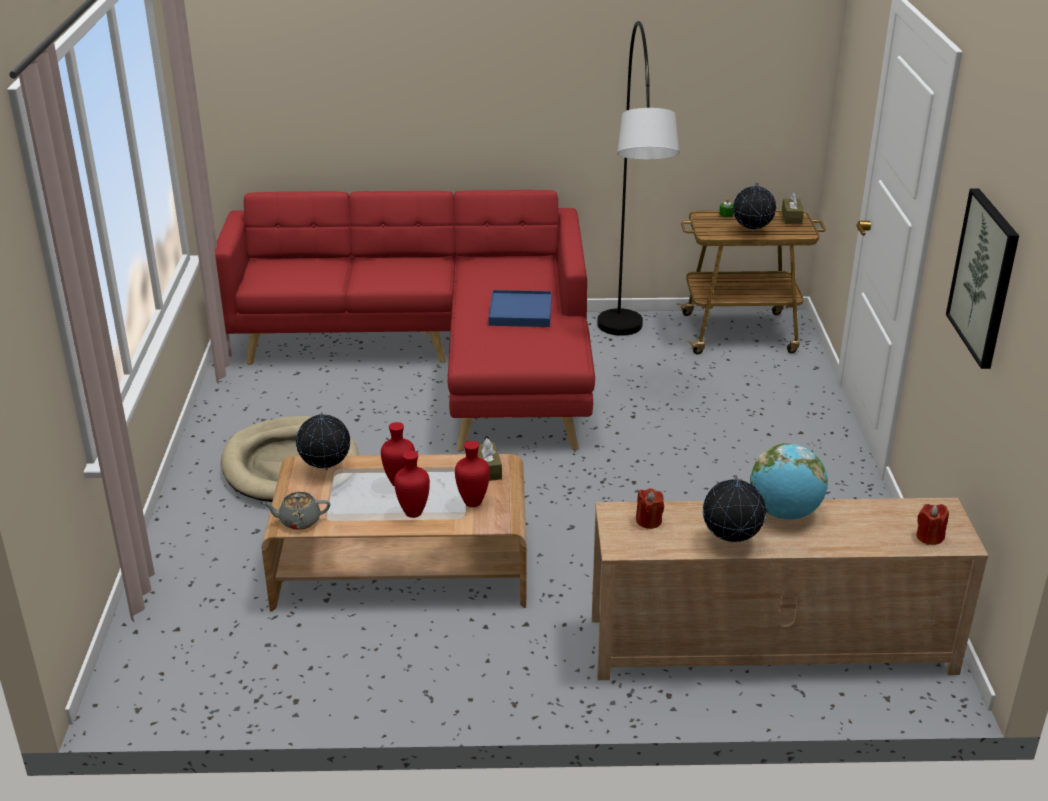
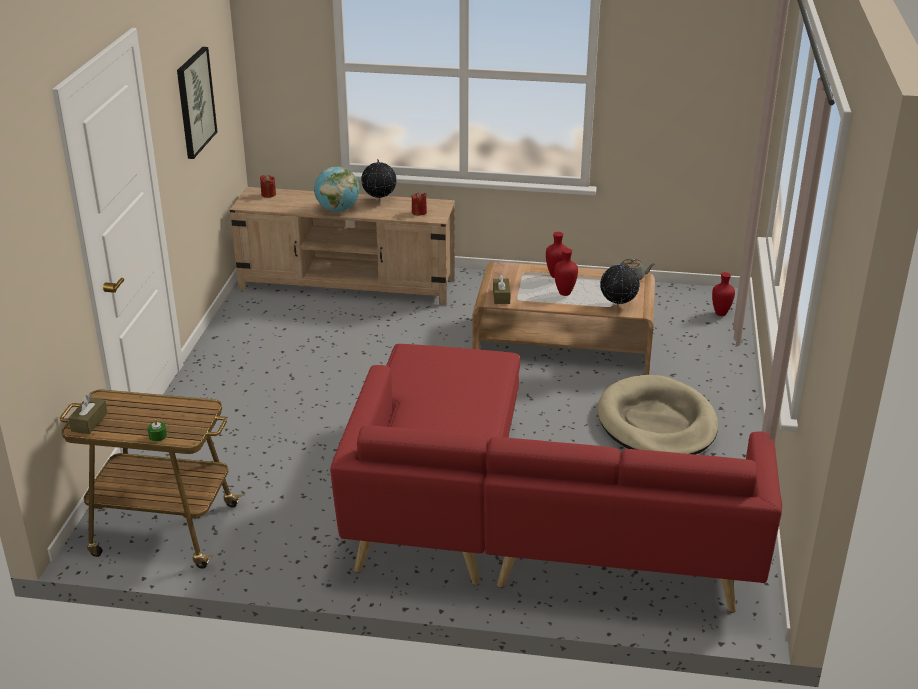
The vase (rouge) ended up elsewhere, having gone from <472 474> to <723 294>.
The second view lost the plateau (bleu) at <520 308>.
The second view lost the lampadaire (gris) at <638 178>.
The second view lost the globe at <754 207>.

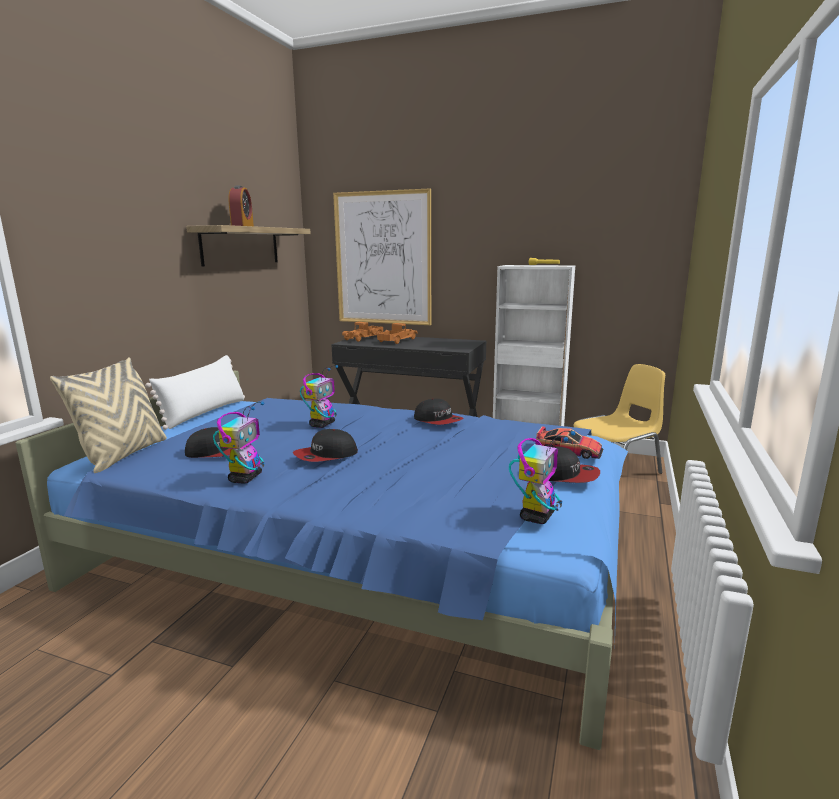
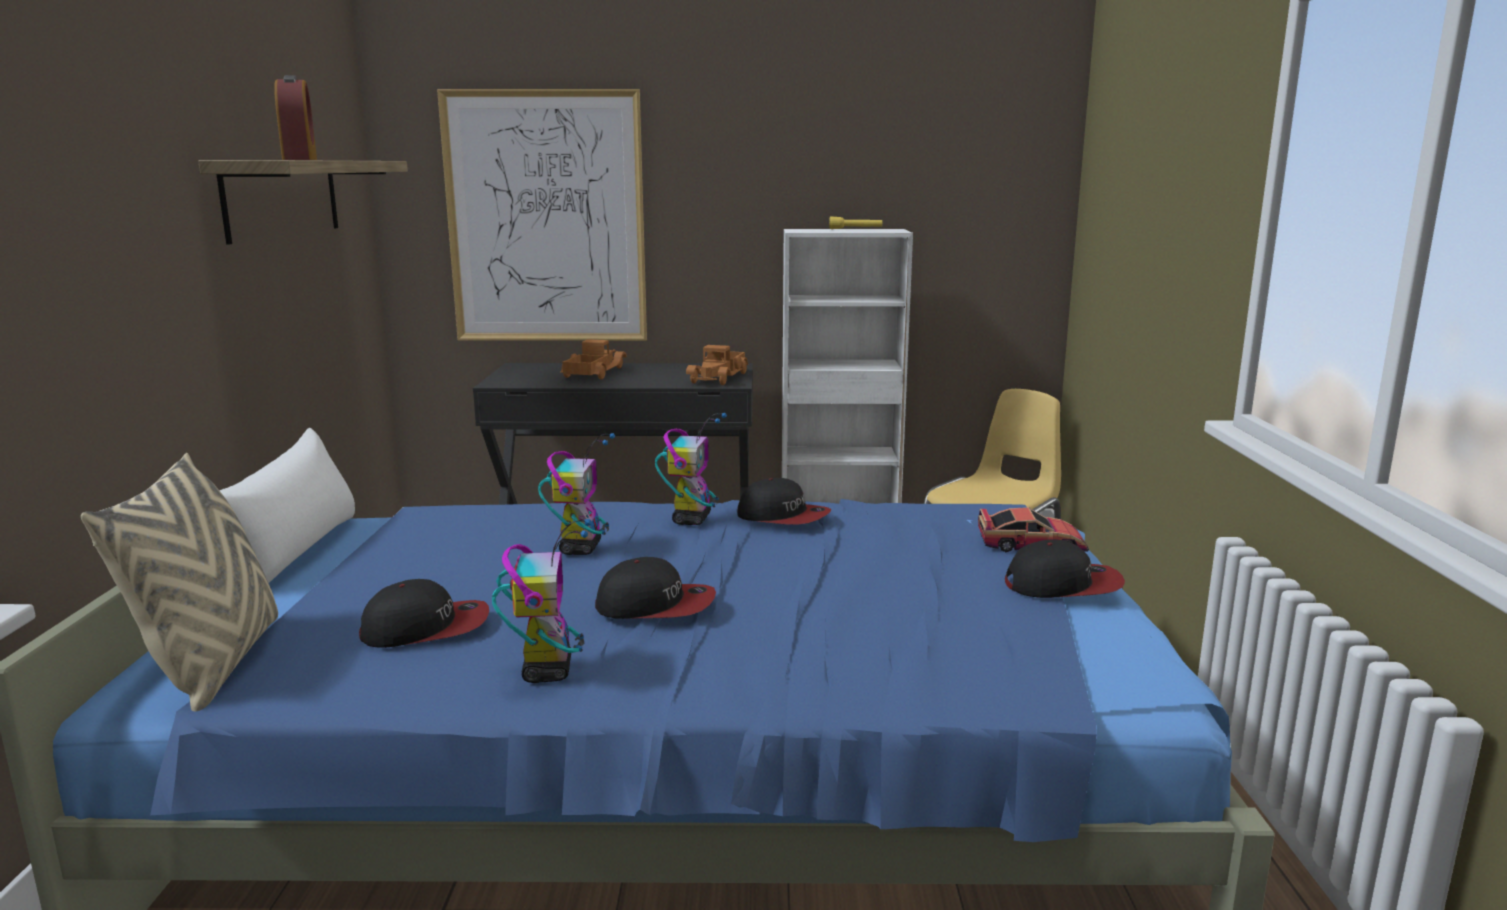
The casquette at <325 445> ended up facing another way, 120 degrees counterclockwise from before.
The camion jouet ended up elsewhere, having gone from <362 332> to <717 365>.
The robot jouet ended up elsewhere, having gone from <542 477> to <691 469>.

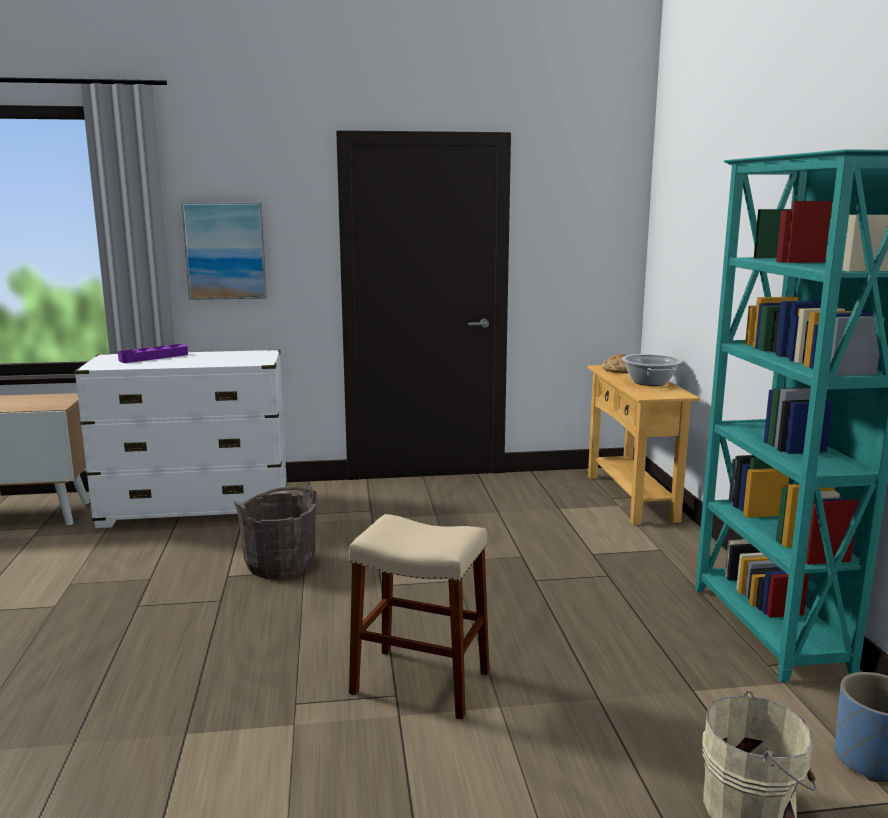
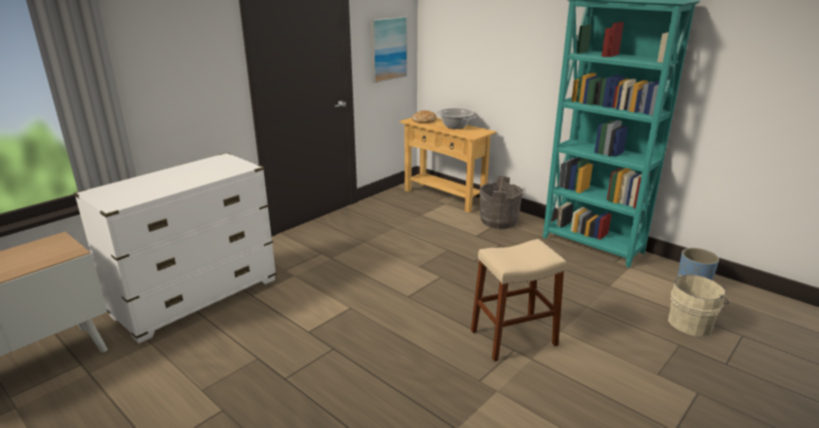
The second view lost the plateau (violet) at <153 353>.
The tableau ended up elsewhere, having gone from <224 251> to <388 49>.
The seau (gris) ended up elsewhere, having gone from <275 532> to <501 202>.

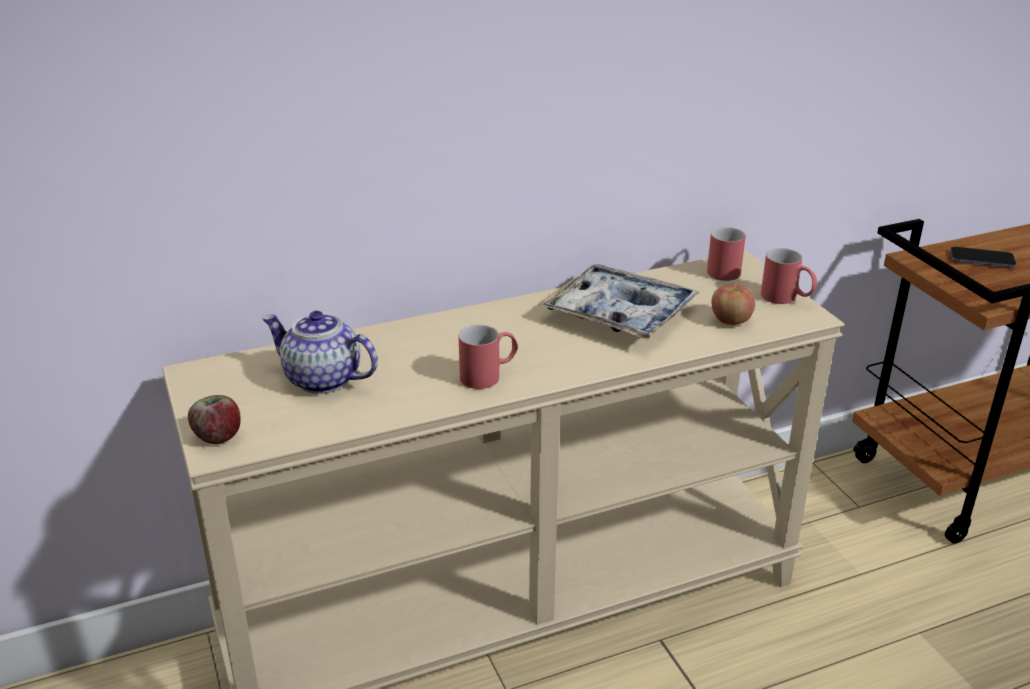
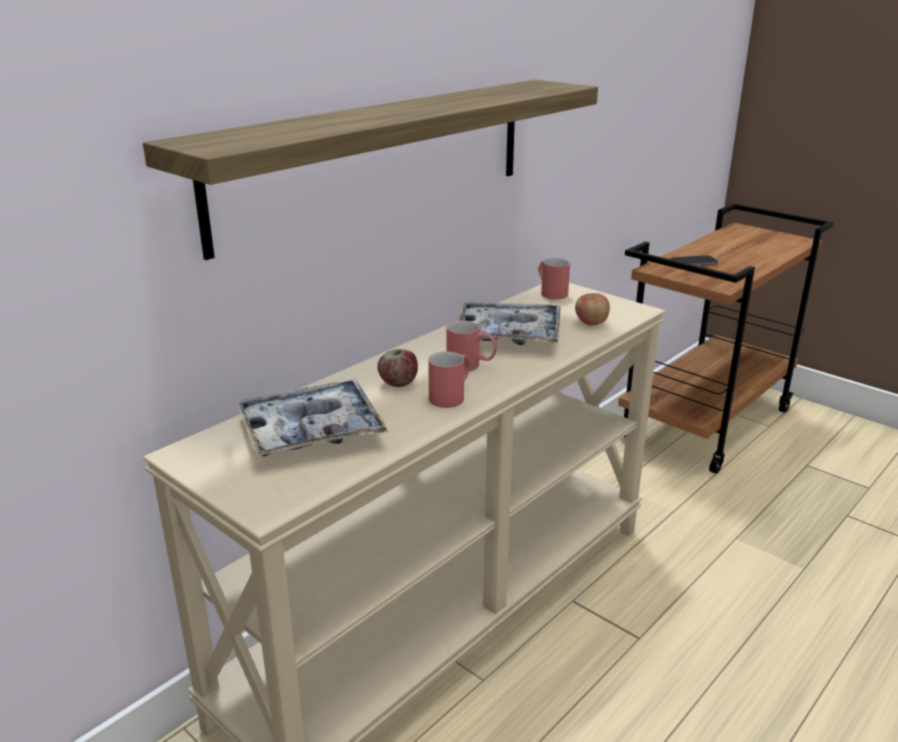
The pomme ended up elsewhere, having gone from <214 419> to <397 368>.
Where the théière stood at <320 352>, the plateau came to stand at <313 418>.
The mug (rouge) ended up elsewhere, having gone from <789 276> to <472 346>.
The second view gained the étagère at <370 170>.

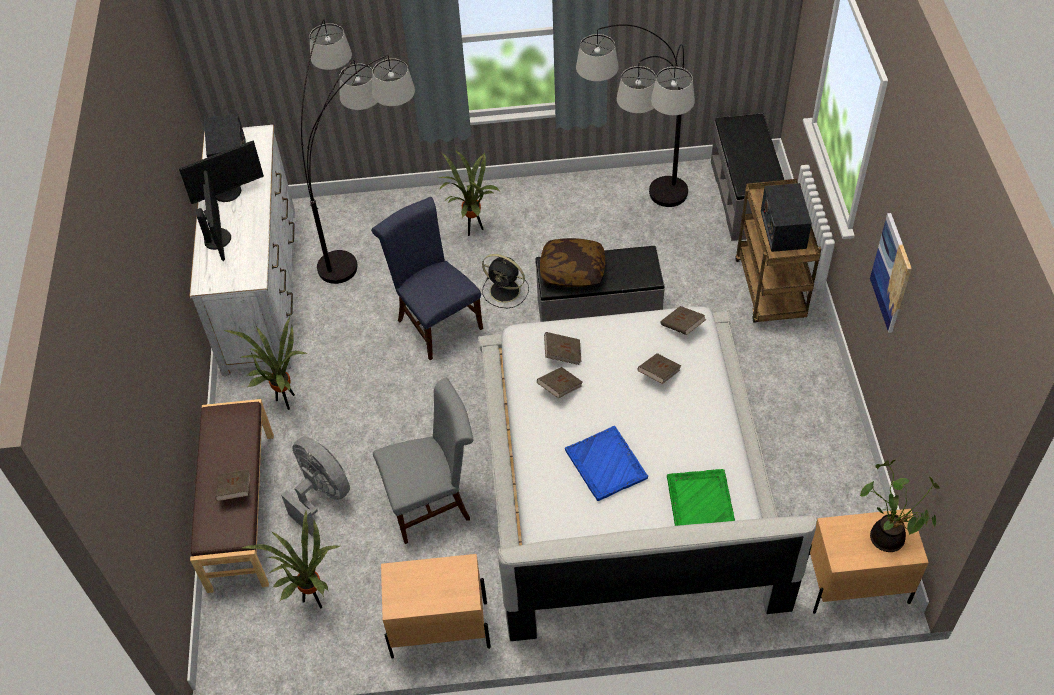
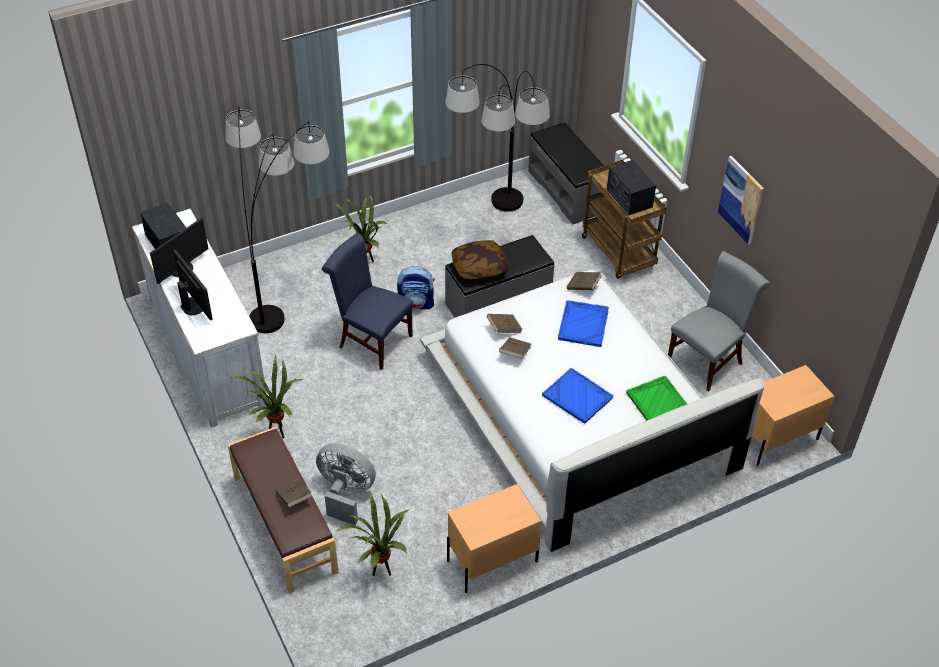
The chaise (gris) ended up elsewhere, having gone from <423 461> to <719 321>.
Where the ventilateur (noir) stood at <505 281>, the sac à dos came to stand at <416 288>.
Where the livre (marron) stood at <659 368>, the plateau (bleu) came to stand at <583 323>.
The second view lost the plante en pot at <900 506>.

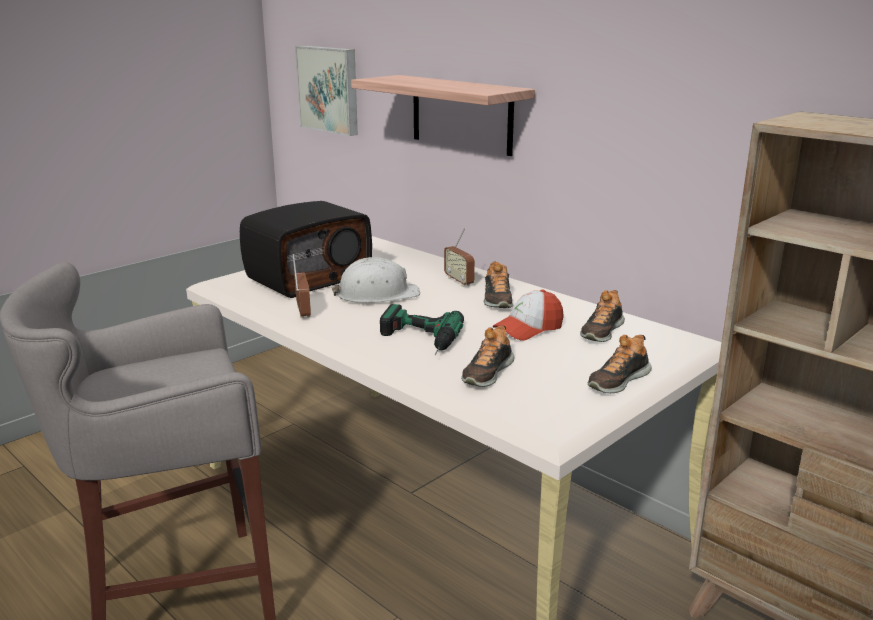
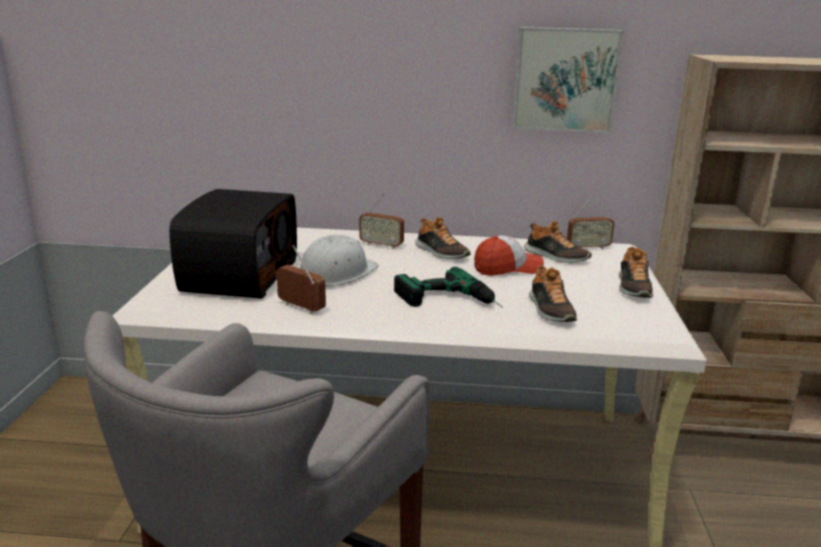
The tableau ended up elsewhere, having gone from <326 90> to <568 80>.
The second view lost the étagère at <443 115>.
The casquette at <528 315> ended up facing another way, 120 degrees counterclockwise from before.
The chaussure at <602 316> ended up facing another way, 45 degrees counterclockwise from before.
The second view gained the radio at <591 222>.

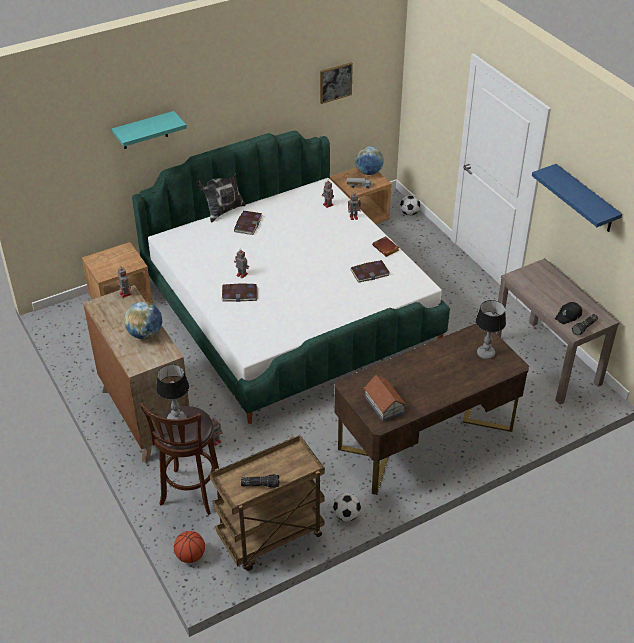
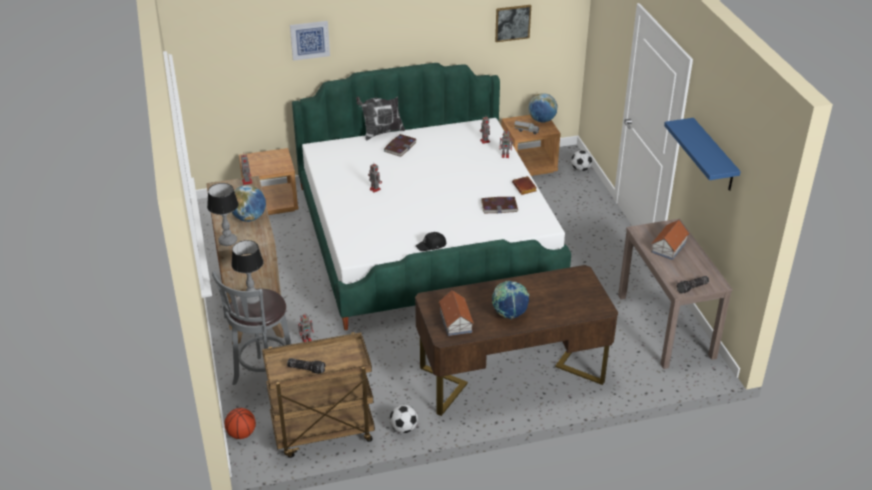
Where the étagère (turquoise) hung at <149 130>, the tableau came to hang at <310 41>.
What was the tabouret (marron) at <179 459> turned into the tabouret (gris) at <251 328>.
The second view lost the livre at <240 292>.
The lampe de table ended up elsewhere, having gone from <490 329> to <223 214>.
The casquette (noir) ended up elsewhere, having gone from <568 313> to <431 241>.
The second view gained the globe at <511 300>.
The second view gained the maison miniature at <670 240>.

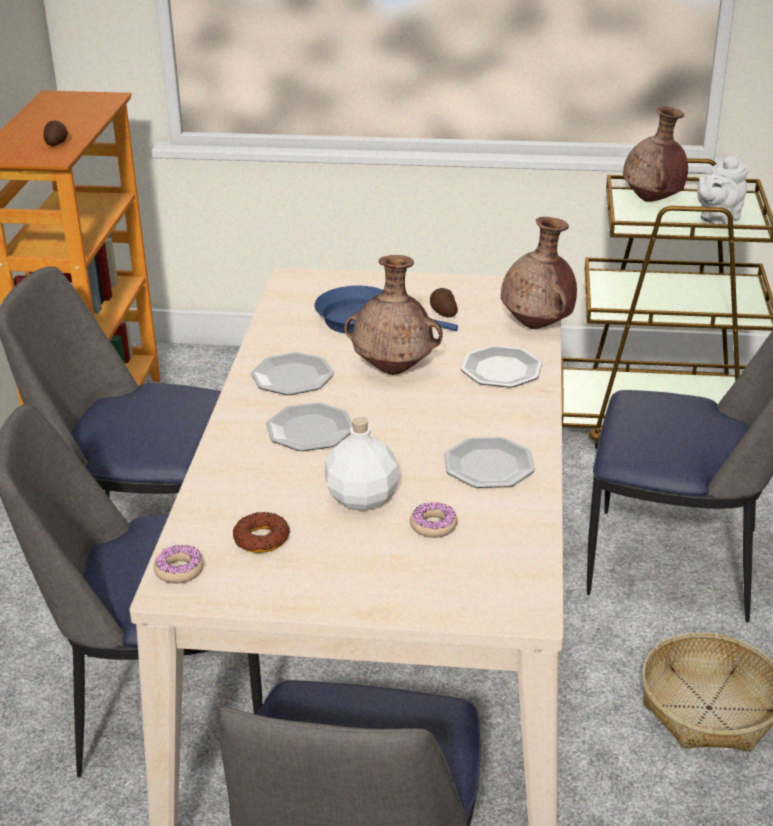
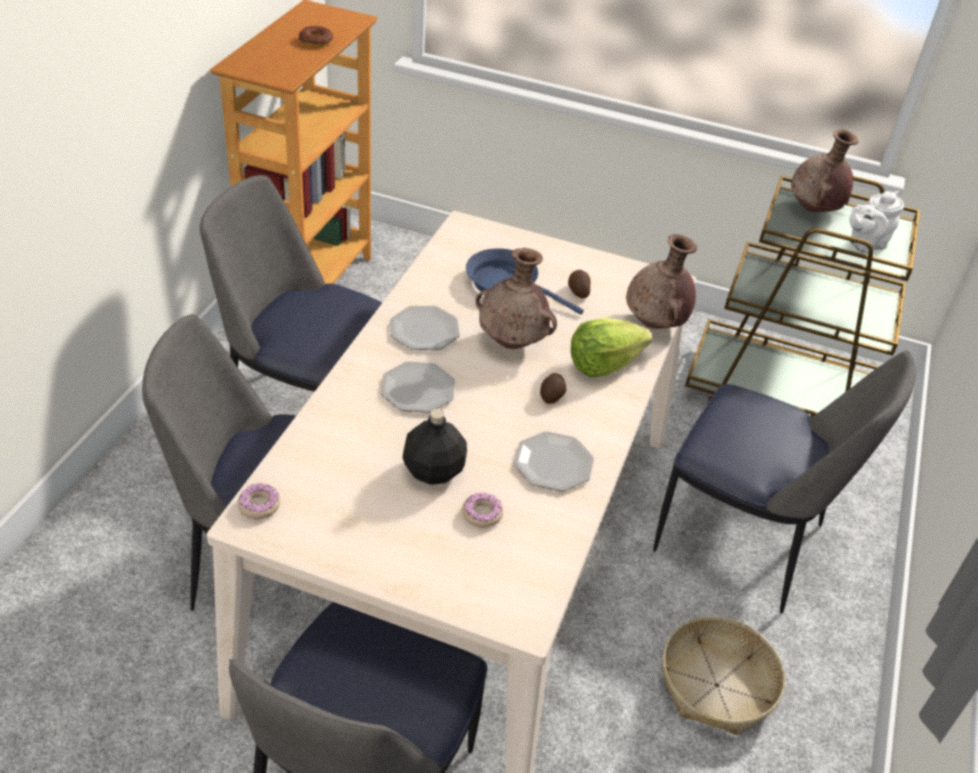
The pomme de terre ended up elsewhere, having gone from <55 133> to <553 388>.
The beignet ended up elsewhere, having gone from <261 532> to <316 36>.
What was the bouteille (blanc) at <361 464> turned into the bouteille (noir) at <434 447>.
Where the assiette stood at <501 366>, the laitue came to stand at <611 347>.

